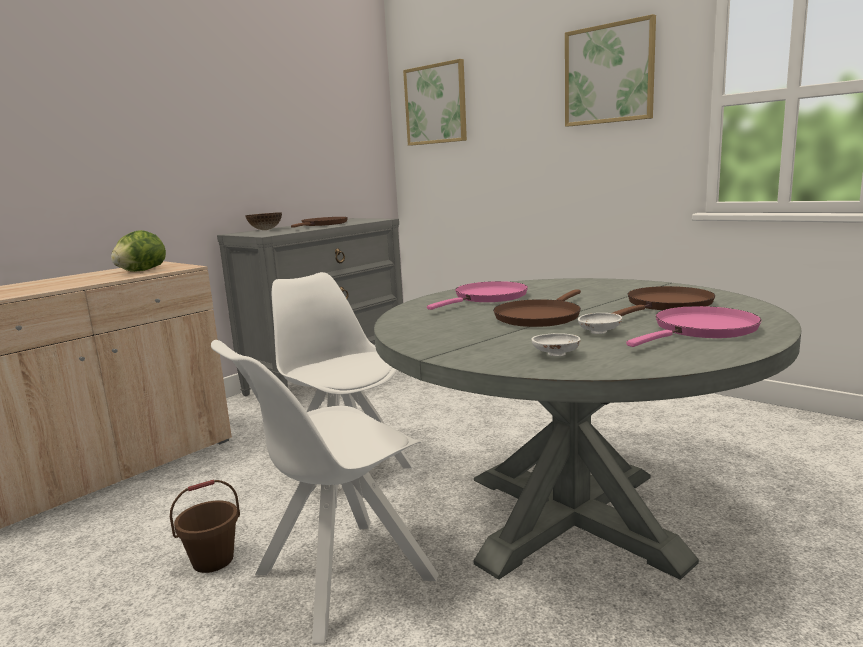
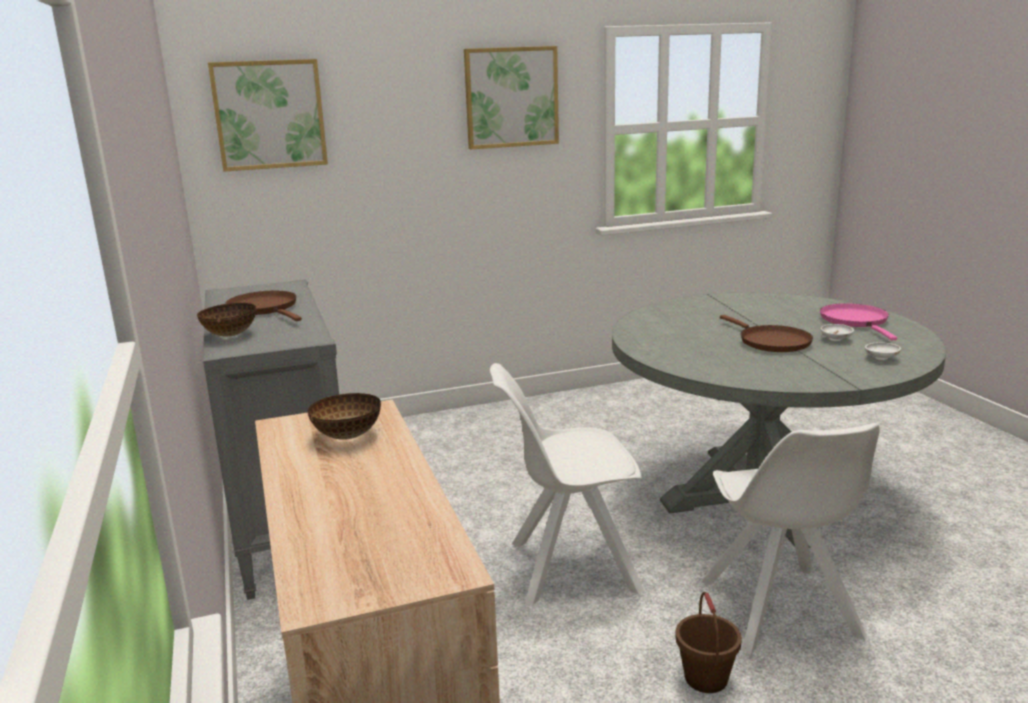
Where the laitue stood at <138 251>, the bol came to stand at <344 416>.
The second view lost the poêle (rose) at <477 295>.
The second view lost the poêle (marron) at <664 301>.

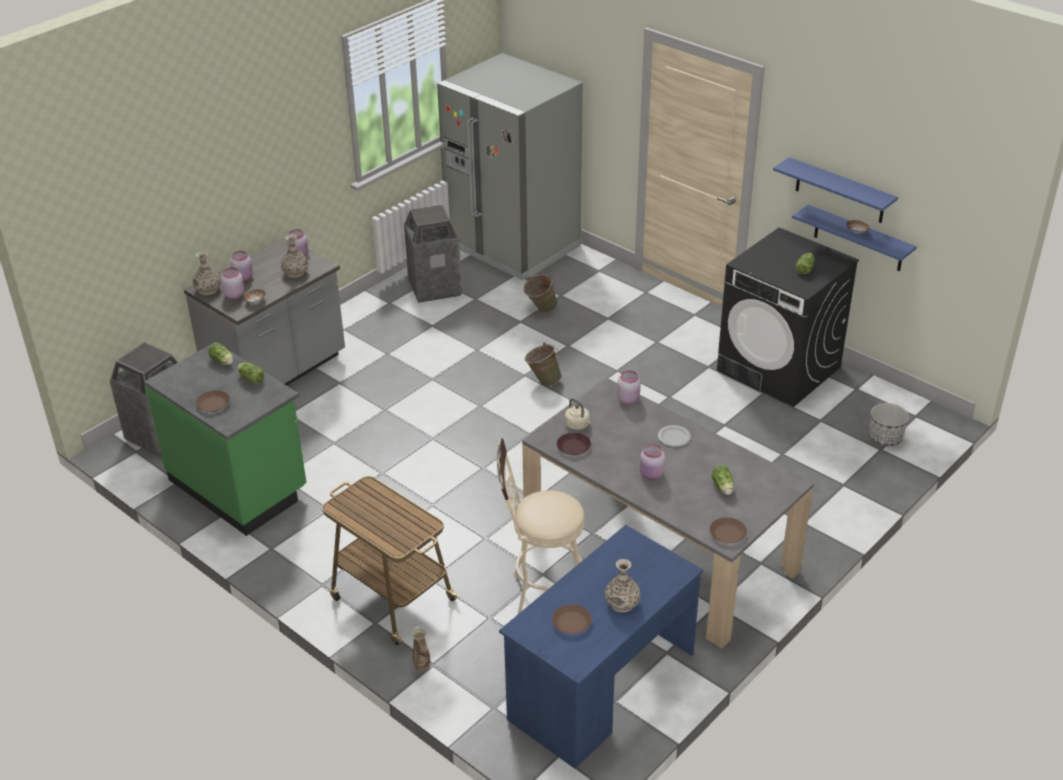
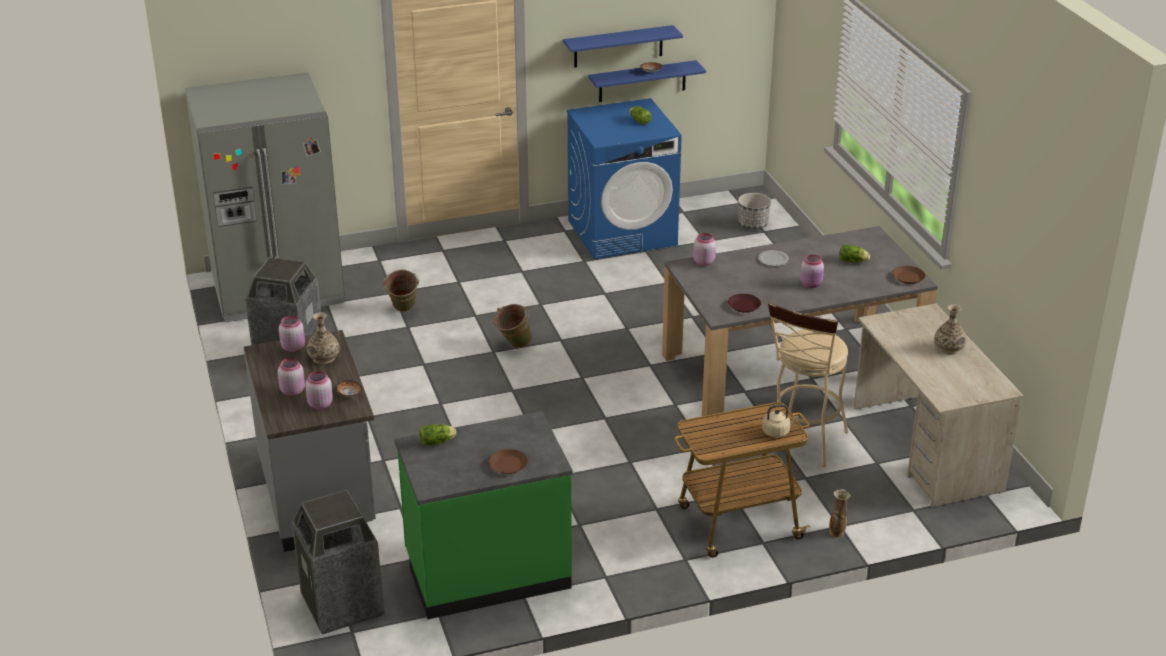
The second view lost the vase at <207 273>.
The second view lost the laitue at <250 373>.
What was the bureau (bleu) at <601 647> turned into the bureau (beige) at <939 405>.
The second view lost the assiette (marron) at <572 619>.
The bouilloire (beige) ended up elsewhere, having gone from <577 414> to <780 421>.
What was the lave-linge (noir) at <788 317> turned into the lave-linge (bleu) at <624 178>.

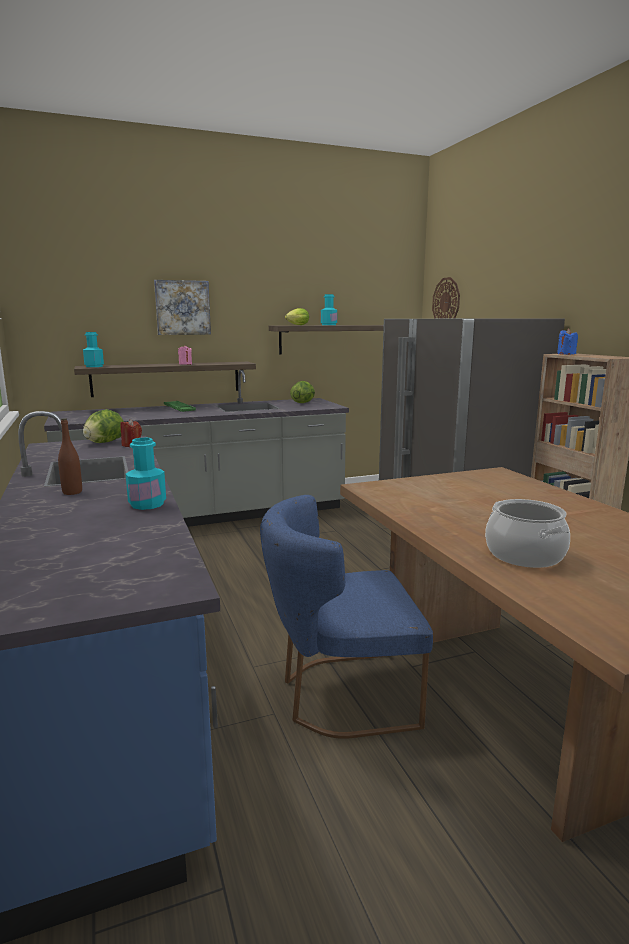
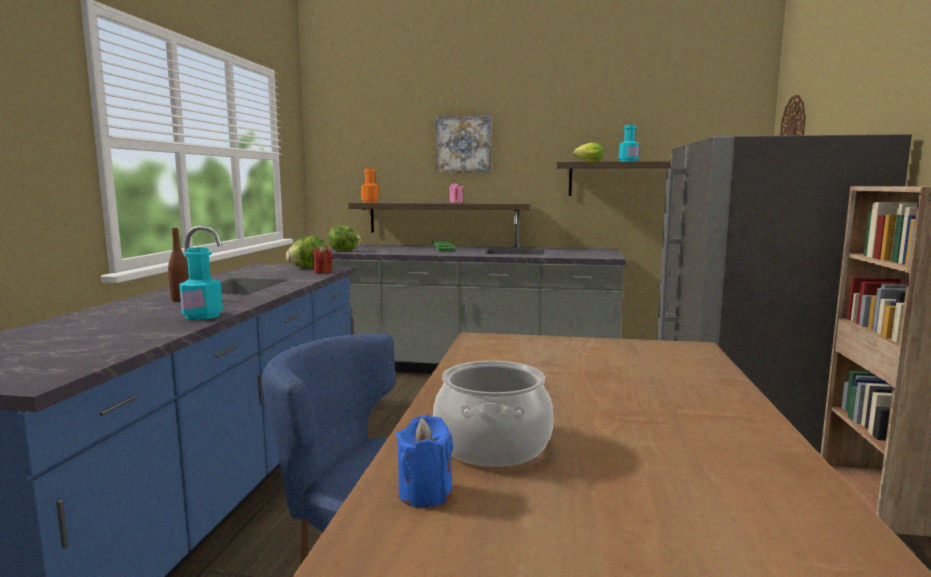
What was the bouteille (turquoise) at <93 349> turned into the bouteille (orange) at <370 185>.
The laitue ended up elsewhere, having gone from <302 392> to <344 238>.
The bougie (bleu) ended up elsewhere, having gone from <567 342> to <424 461>.

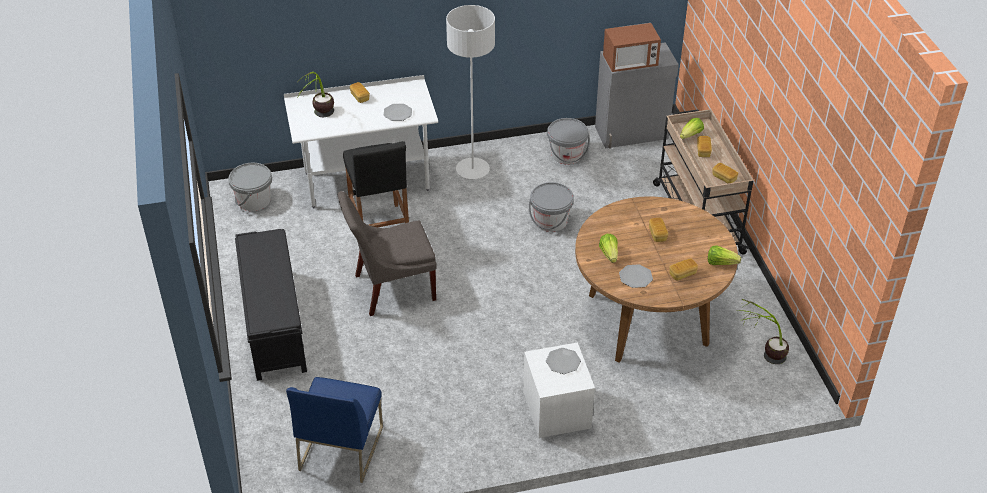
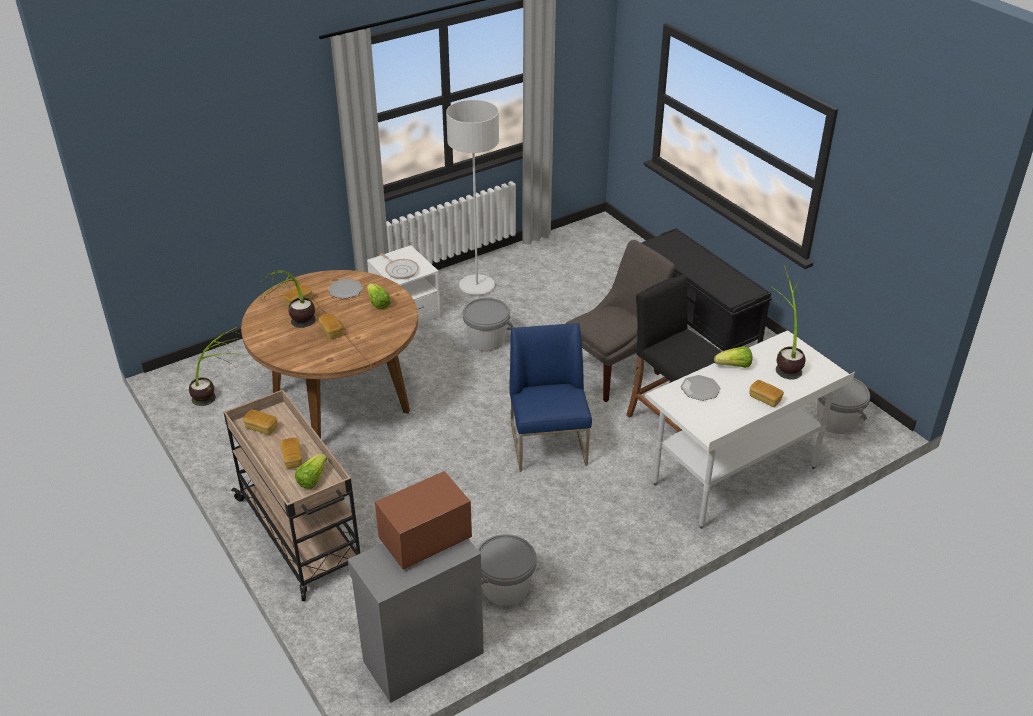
The chaise (bleu) ended up elsewhere, having gone from <334 430> to <550 397>.
The lampadaire (gris) ended up elsewhere, having gone from <470 92> to <472 197>.
The seau (gris) ended up elsewhere, having gone from <551 207> to <488 324>.
Where the assiette stood at <563 361>, the poêle came to stand at <399 266>.
The laitue ended up elsewhere, having gone from <724 255> to <733 357>.
The second view gained the plante en pot at <288 299>.

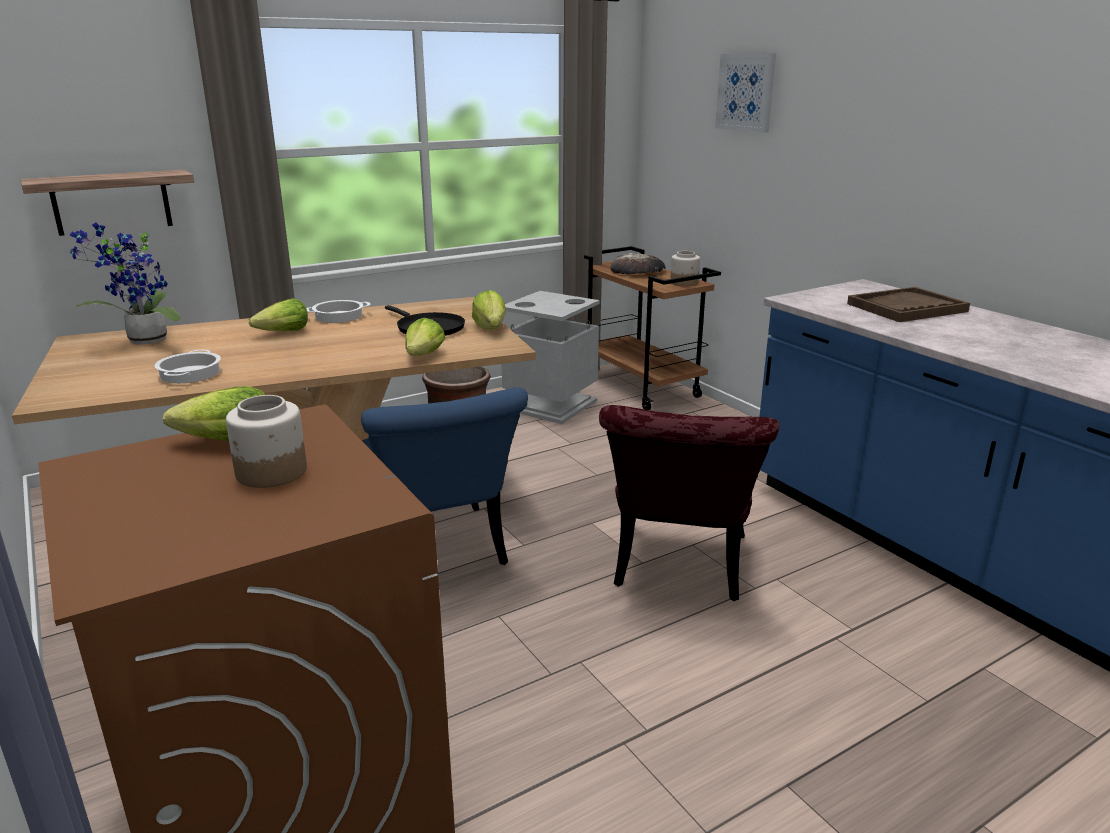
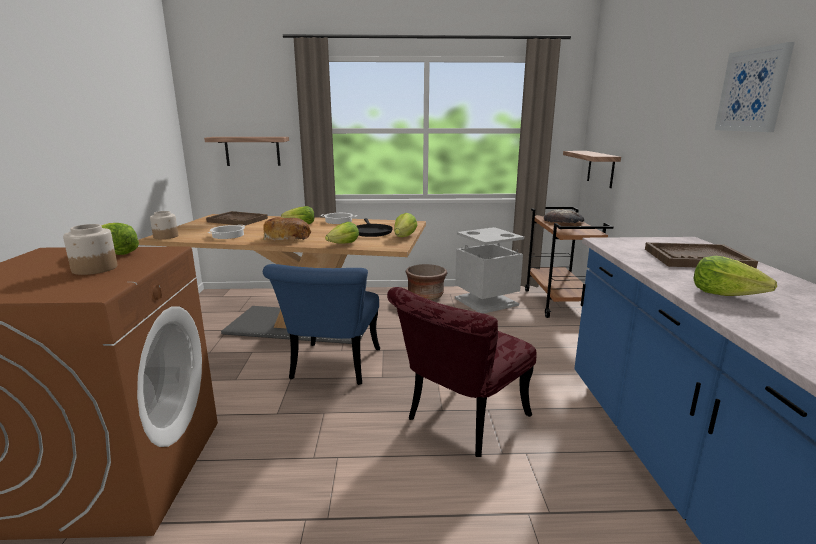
Where the plante en pot stood at <125 284>, the plateau (marron) came to stand at <237 218>.
The bocal ended up elsewhere, having gone from <685 268> to <164 225>.
The tableau ended up elsewhere, having gone from <745 93> to <755 87>.
The second view gained the pain at <287 229>.
The second view gained the étagère at <592 169>.
The second view gained the laitue at <735 276>.

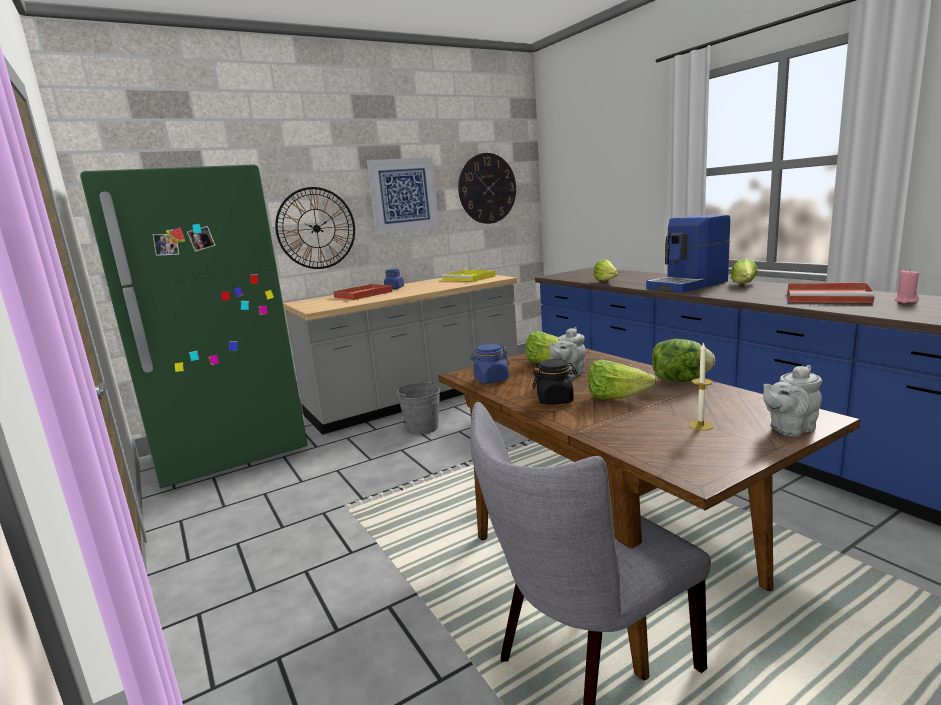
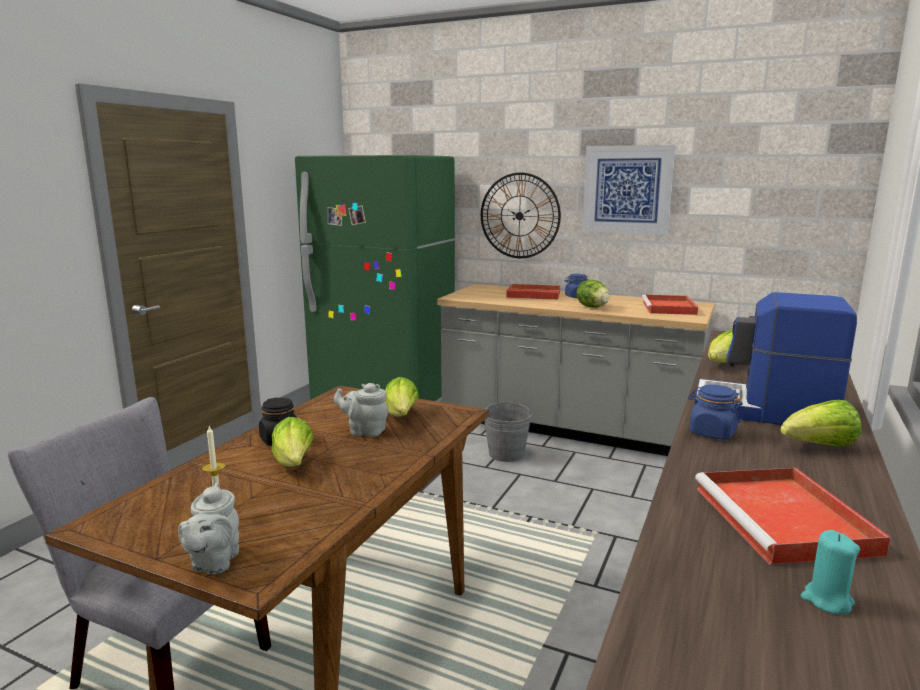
What was the plateau (jaune) at <468 276> turned into the plateau (rouge) at <670 304>.
The second view lost the horloge murale at <487 188>.
The bocal (bleu) ended up elsewhere, having gone from <489 363> to <715 412>.
The laitue ended up elsewhere, having gone from <683 360> to <593 294>.
The théière (gris) at <792 400> ended up facing another way, 120 degrees counterclockwise from before.
What was the bougie (rose) at <907 286> turned into the bougie (turquoise) at <830 572>.

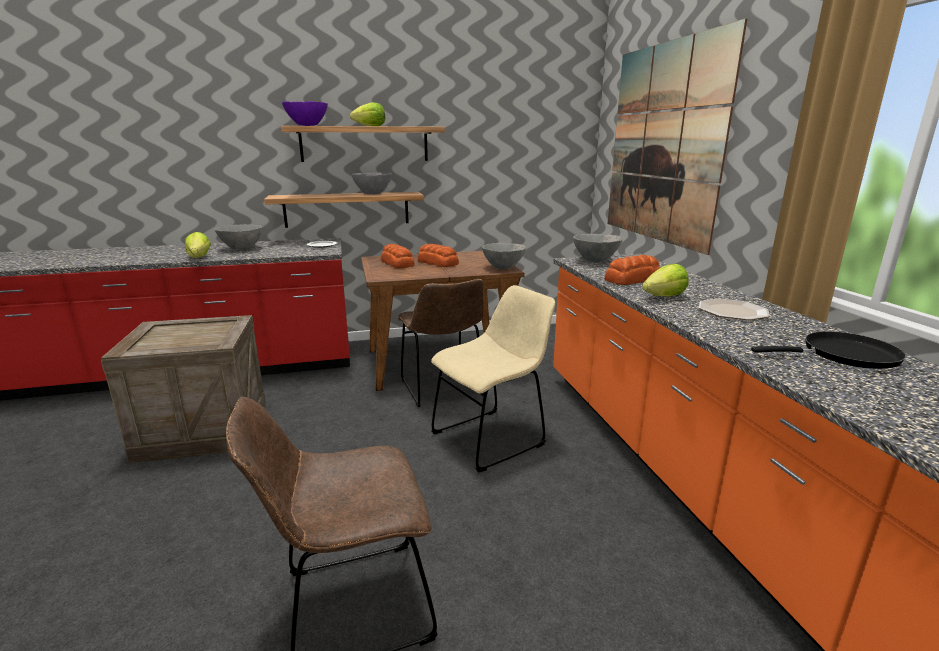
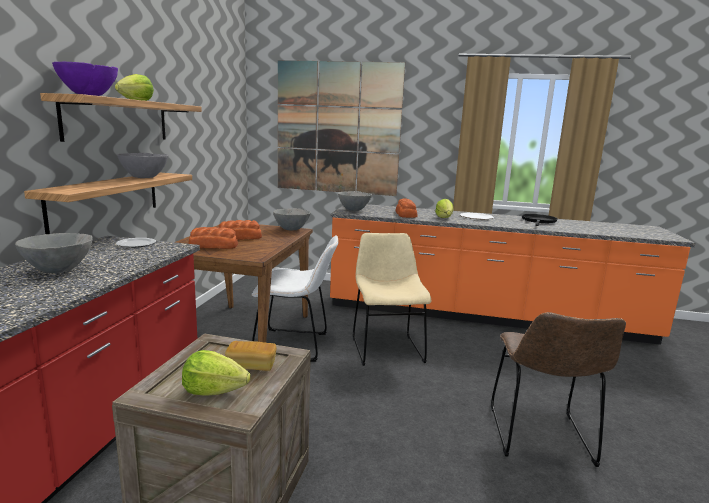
The laitue ended up elsewhere, having gone from <198 245> to <216 373>.
What was the chaise (marron) at <441 343> turned into the chaise (blanc) at <295 298>.
The second view gained the pain at <251 356>.

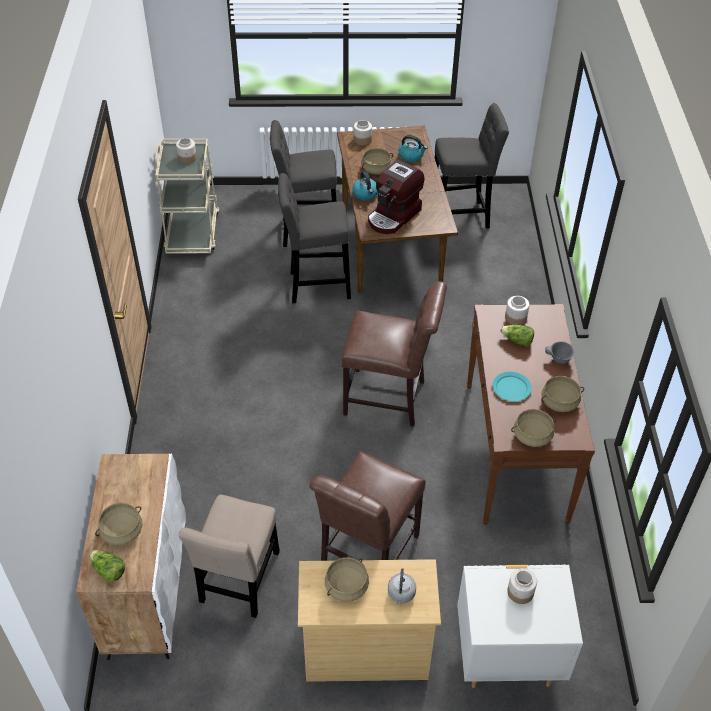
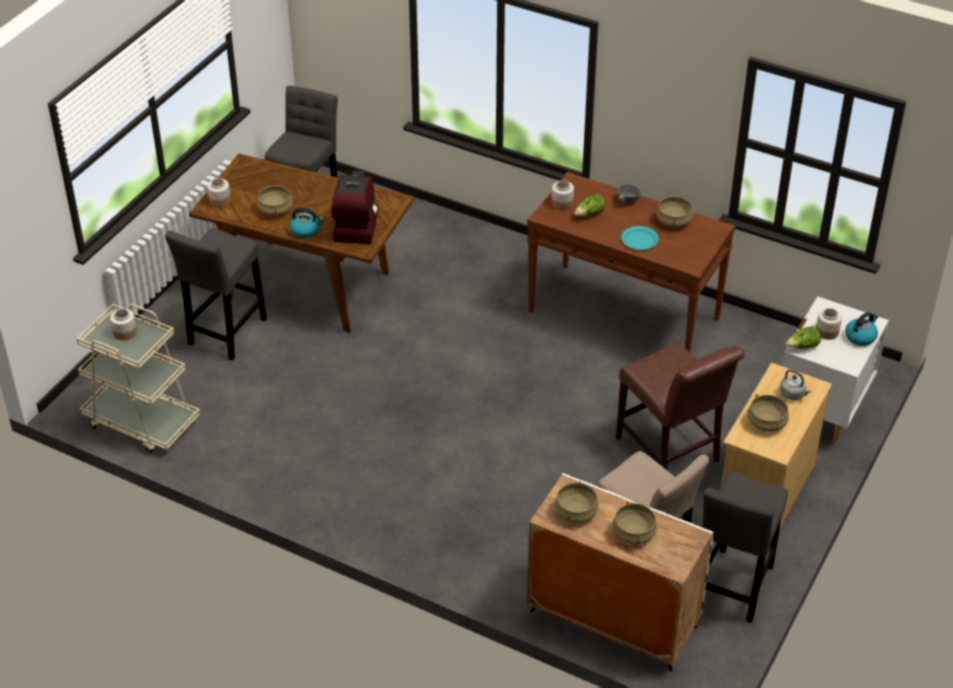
The laitue ended up elsewhere, having gone from <107 566> to <803 338>.
The tabouret (gris) ended up elsewhere, having gone from <314 238> to <745 547>.
The second view lost the chaise (marron) at <394 354>.
The machine à café at <396 197> ended up facing another way, 150 degrees counterclockwise from before.
The bouilloire ended up elsewhere, having gone from <413 148> to <861 329>.
The marmite (beige) ended up elsewhere, having gone from <533 428> to <577 502>.

